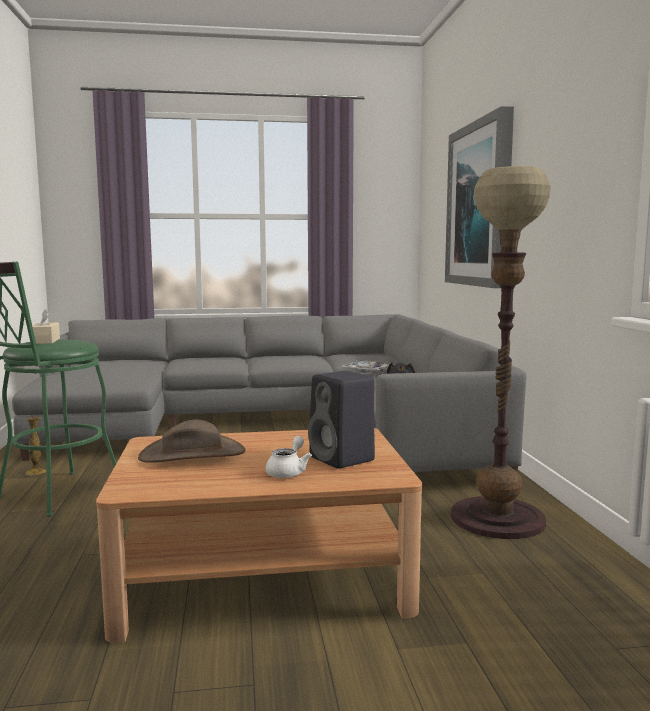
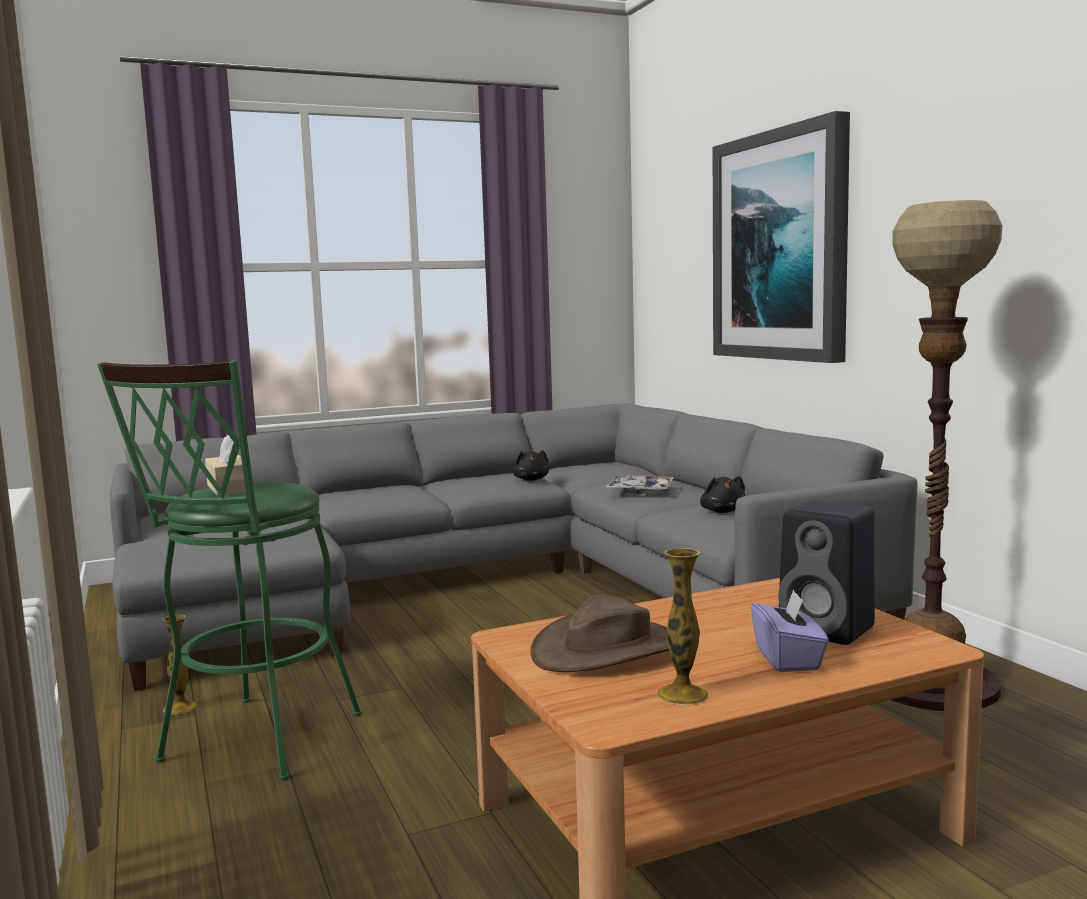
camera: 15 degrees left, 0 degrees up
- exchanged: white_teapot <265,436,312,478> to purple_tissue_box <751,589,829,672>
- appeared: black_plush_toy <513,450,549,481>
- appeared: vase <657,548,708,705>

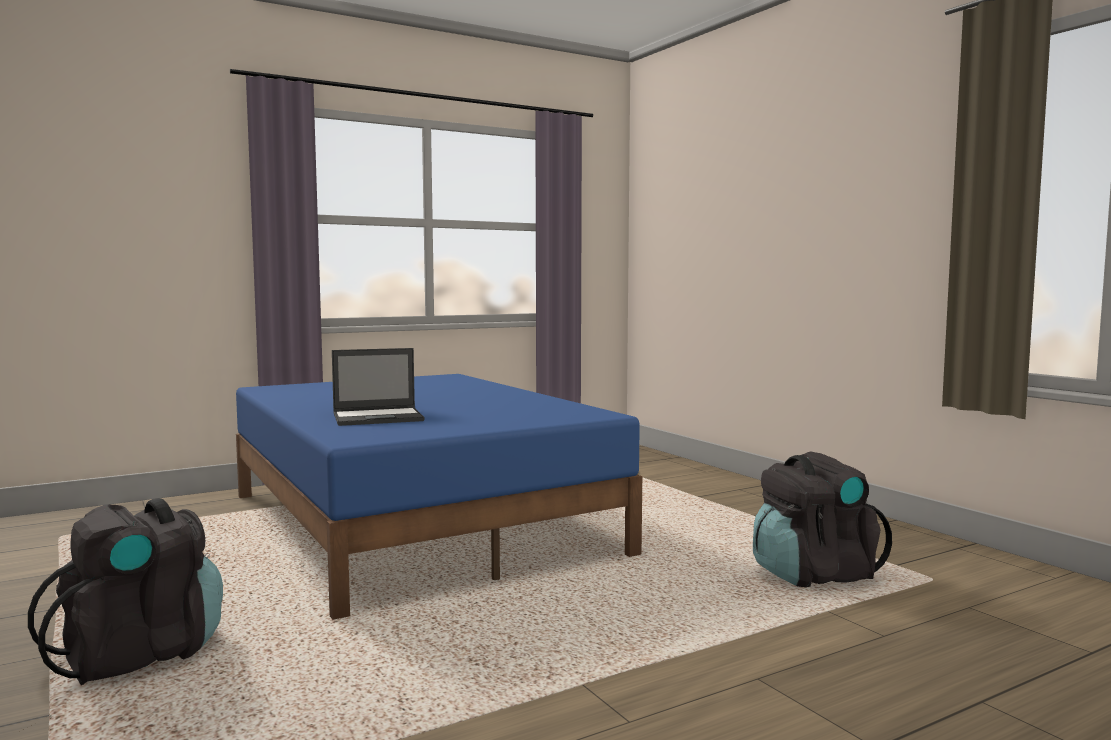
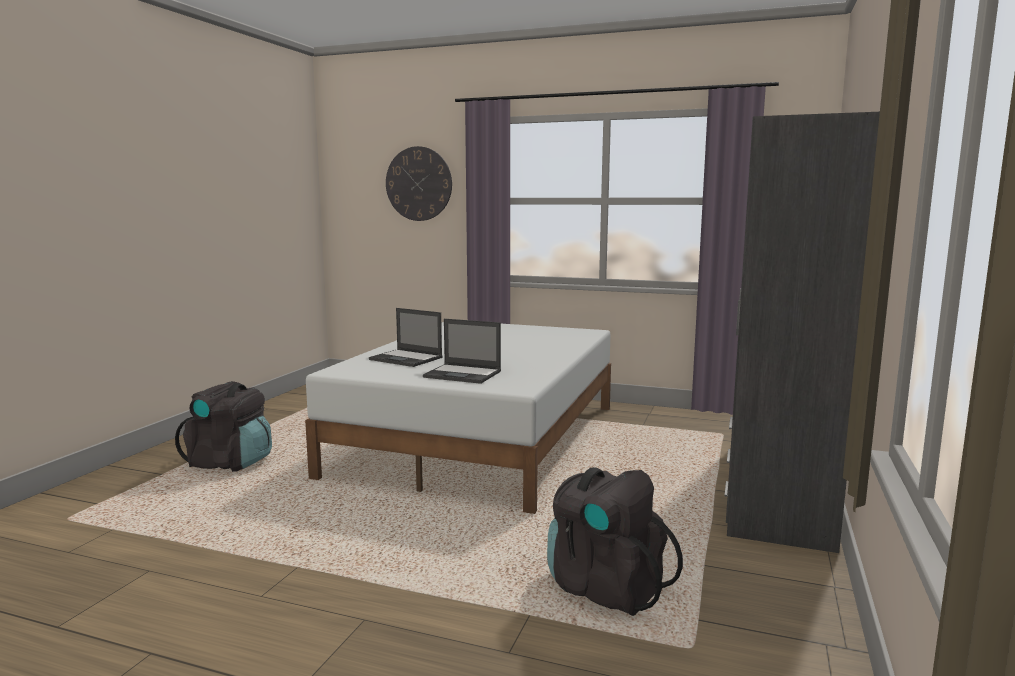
camera: 50 degrees right, 5 degrees up
- colour: blue_bed <236,374,642,620> to white_bed <305,322,611,514>
- appeared: grey_wardrobe <724,112,880,553>
- appeared: wall_clock <386,146,452,221>
- appeared: laptop <423,319,501,384>

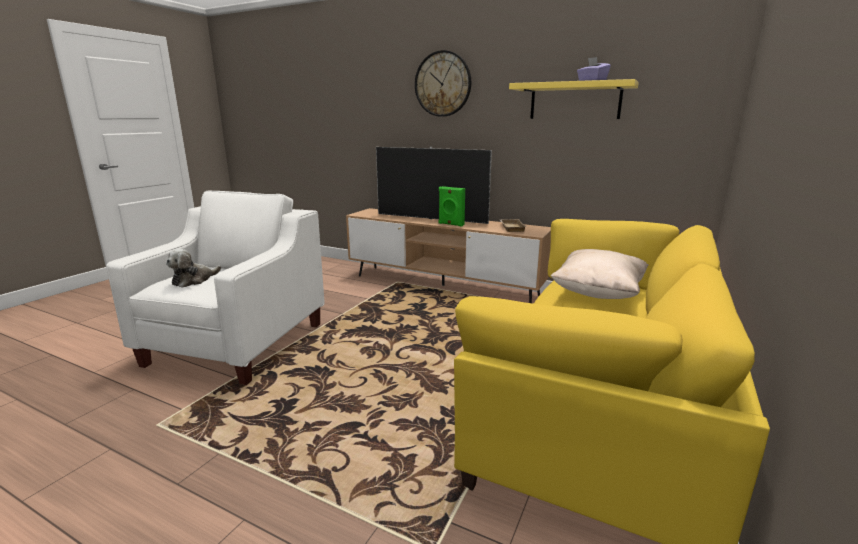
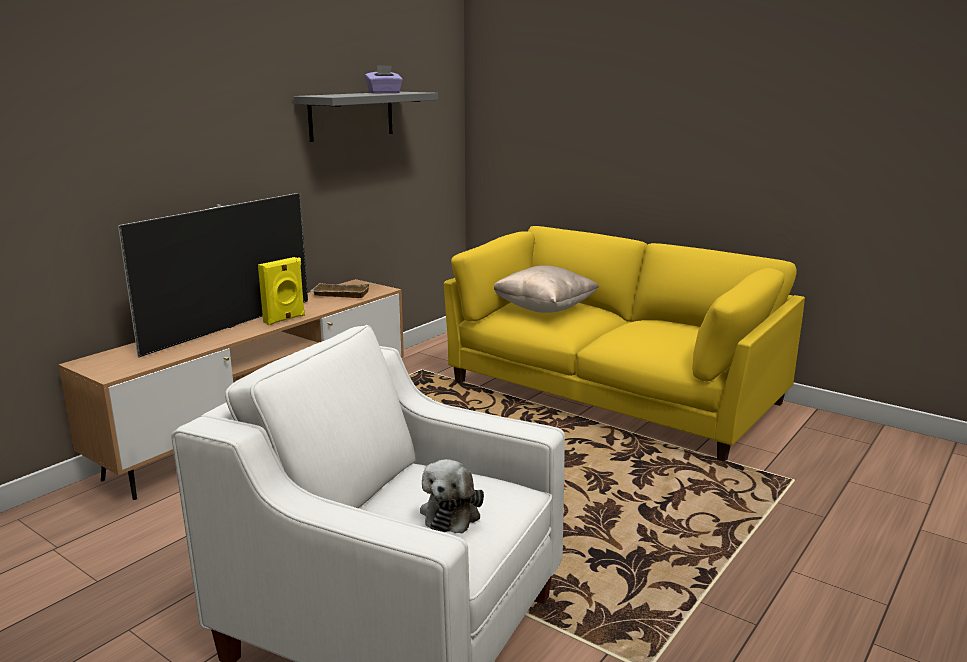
camera: 80 degrees left, 0 degrees up
- missing: wall_clock <415,50,471,117>
- colour: yellow_shelf <509,79,639,119> to grey_shelf <294,92,438,142>
- colour: green_speaker <439,186,465,227> to yellow_speaker <258,257,305,325>
- spun: plush_toy <166,249,221,288> = <420,459,484,534> 60 degrees clockwise

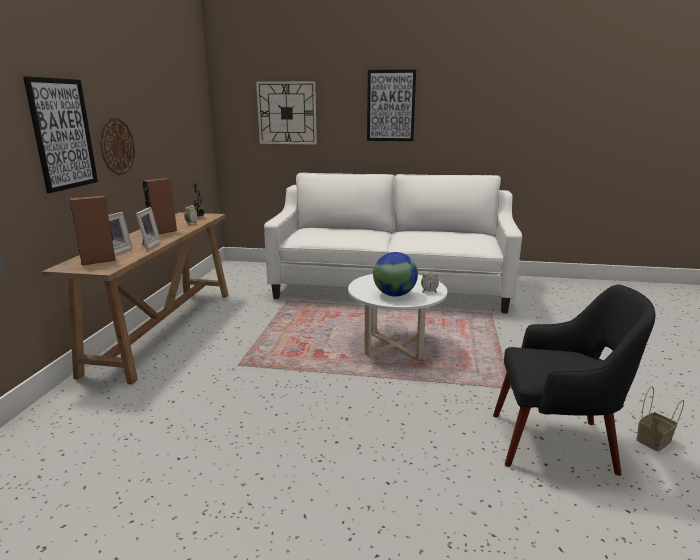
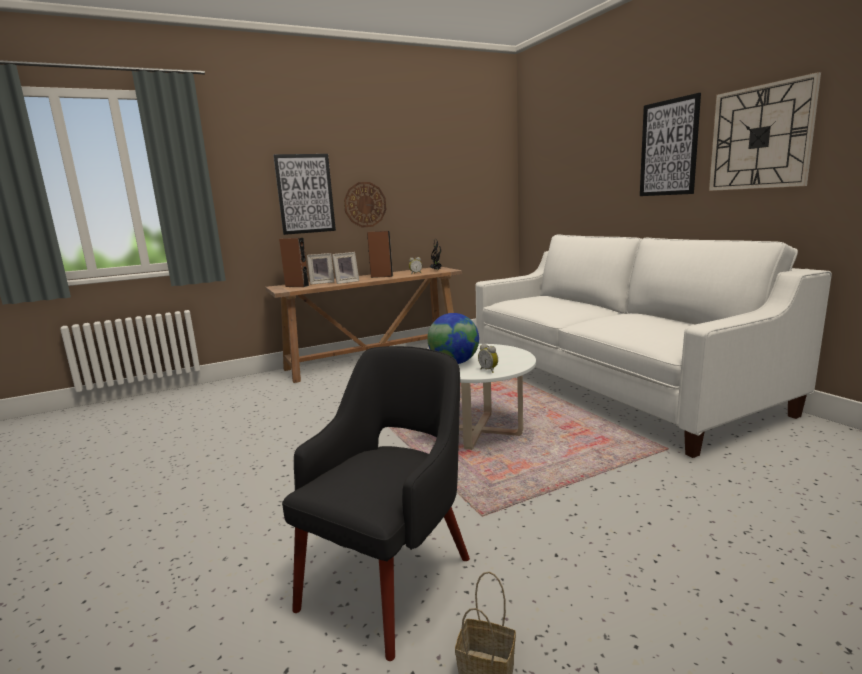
camera: 55 degrees right, 5 degrees down
- relocated: wall_clock <256,81,317,145> to <709,72,821,191>
- spun: black_armchair <493,285,656,476> = <282,346,470,661> 120 degrees counterclockwise

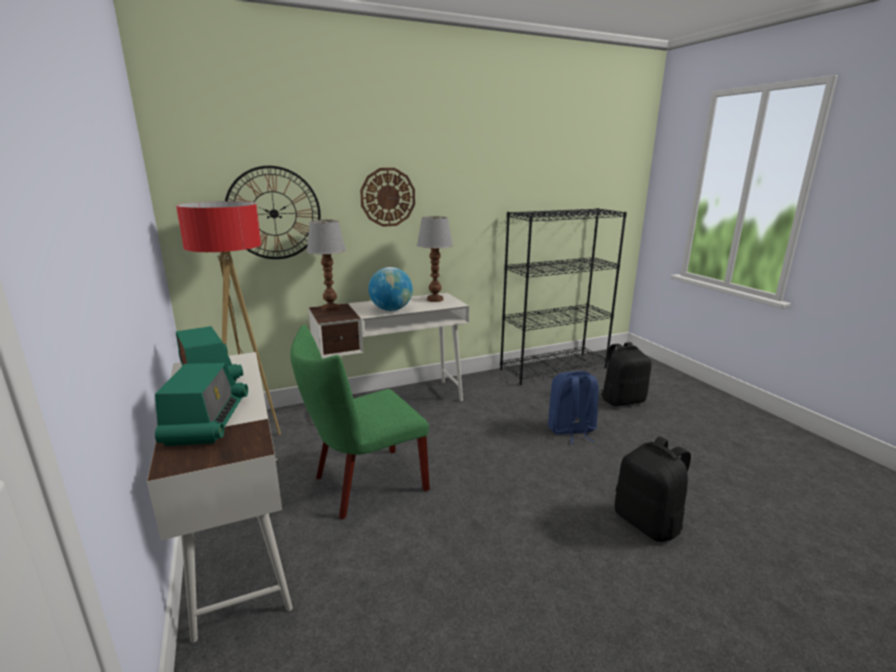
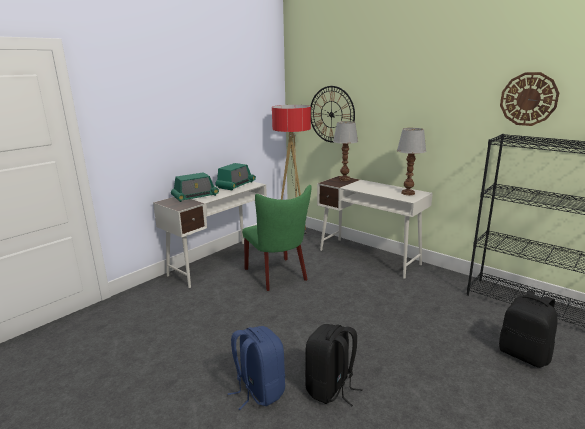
camera: 65 degrees right, 0 degrees up
- relocated: wall_clock <360,168,415,227> to <500,72,559,126>
- missing: globe <369,267,413,311>
- spun: green_chair <290,325,430,519> = <242,185,311,291> 150 degrees counterclockwise
- relocated: blue_backpack <548,371,599,444> to <228,326,285,410>

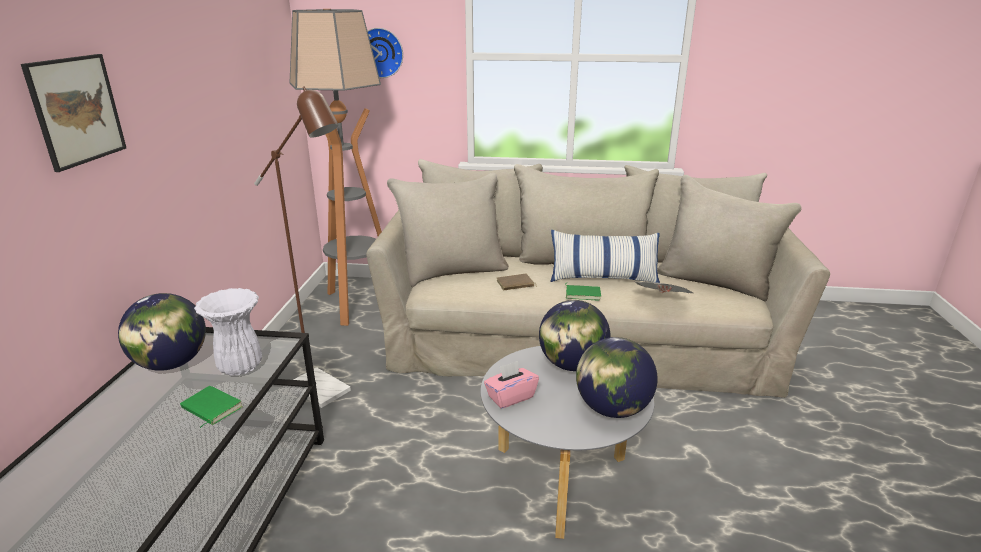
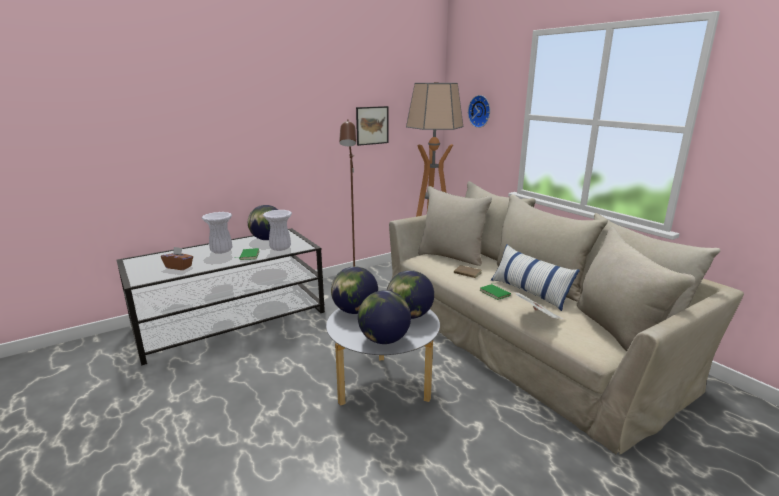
camera: 50 degrees right, 5 degrees down
- relocated: picture <21,54,126,172> to <356,106,388,146>
- exchanged: pink_tissue_box <484,361,539,409> to globe <331,266,378,314>
- appeared: white_vase <202,212,232,254>
- appeared: brown_tissue_box <161,247,193,270>

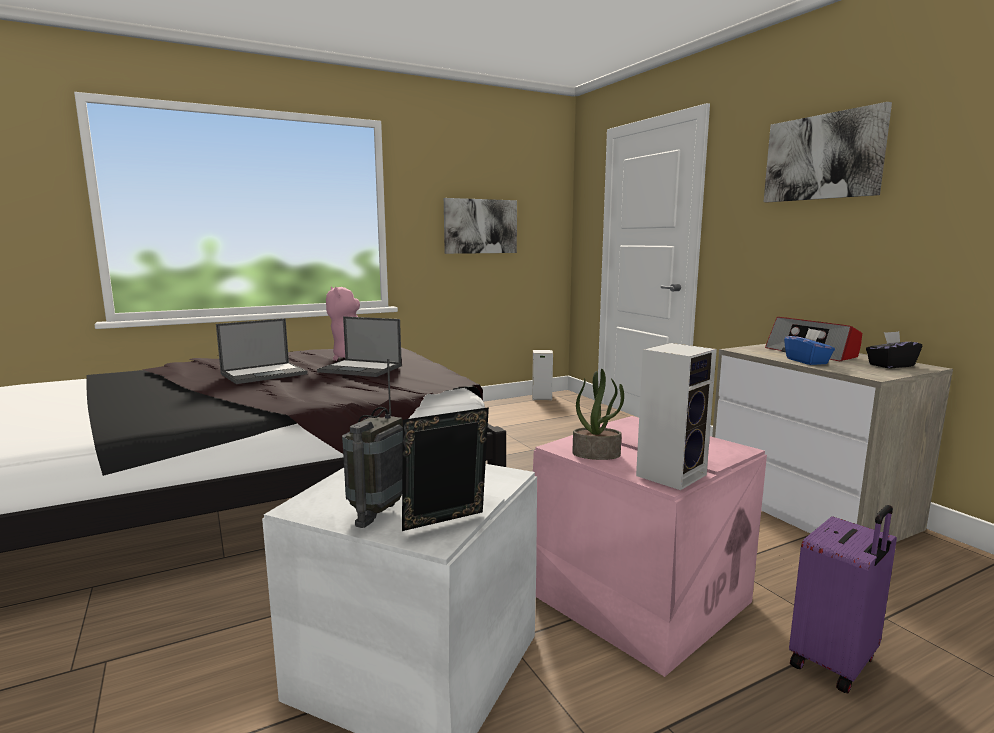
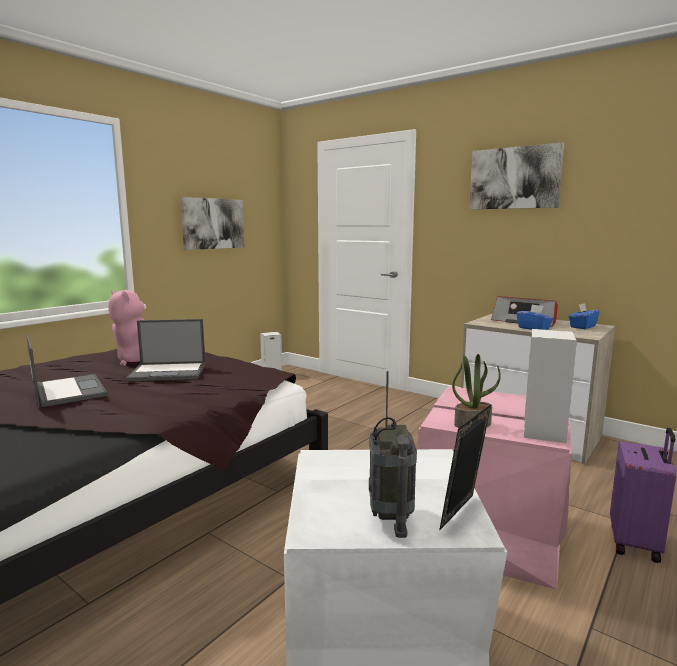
camera: 25 degrees left, 0 degrees up
- spun: laptop <216,318,308,384> = <26,334,107,408> 60 degrees counterclockwise
- colour: black_tissue_box <866,331,922,368> to blue_tissue_box <568,303,599,329>

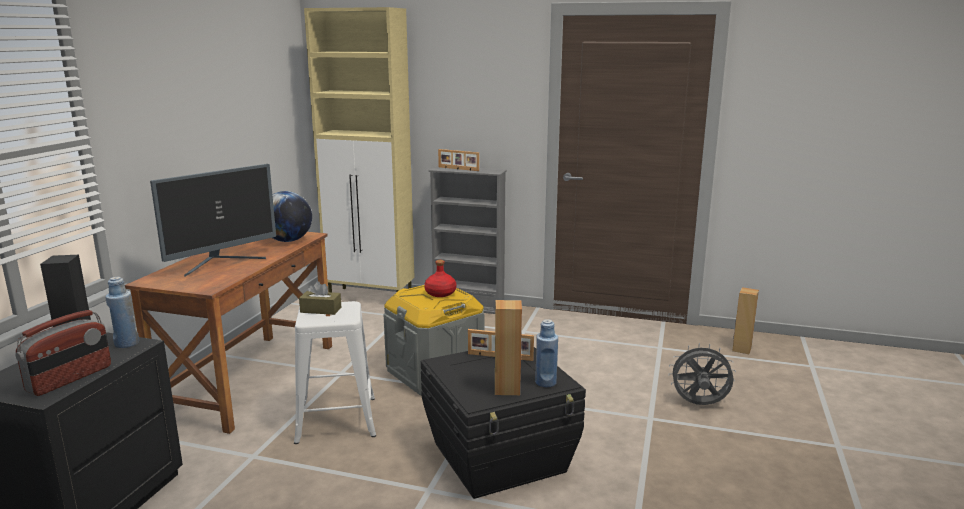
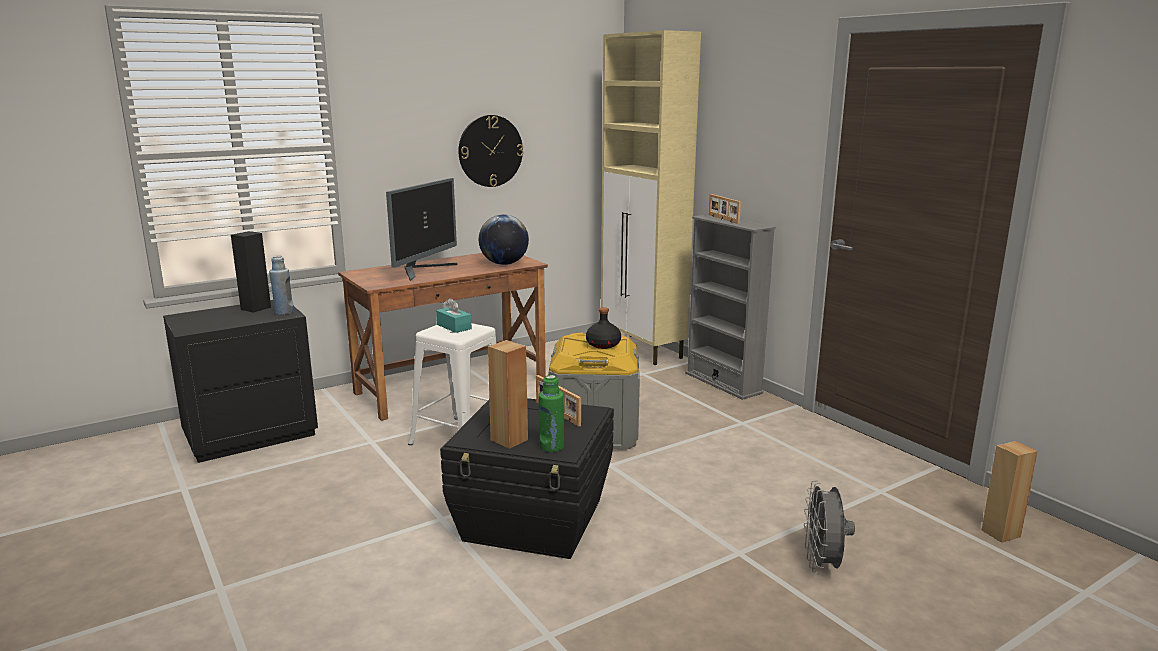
camera: 40 degrees right, 0 degrees up
- spun: monitor <150,164,276,277> = <386,178,458,281> 60 degrees counterclockwise
- colour: red_bottle <424,260,456,297> to black_bottle <586,307,621,349>
- colour: brown_tissue_box <299,281,341,315> to turquoise_tissue_box <436,298,472,333>
- missing: radio <15,310,111,396>
- colour: blue_bottle <535,319,558,387> to green_bottle <538,375,564,452>
- spun: grey_fan <668,343,736,405> = <804,480,855,573> 135 degrees counterclockwise
- appeared: wall_clock <458,115,523,187>

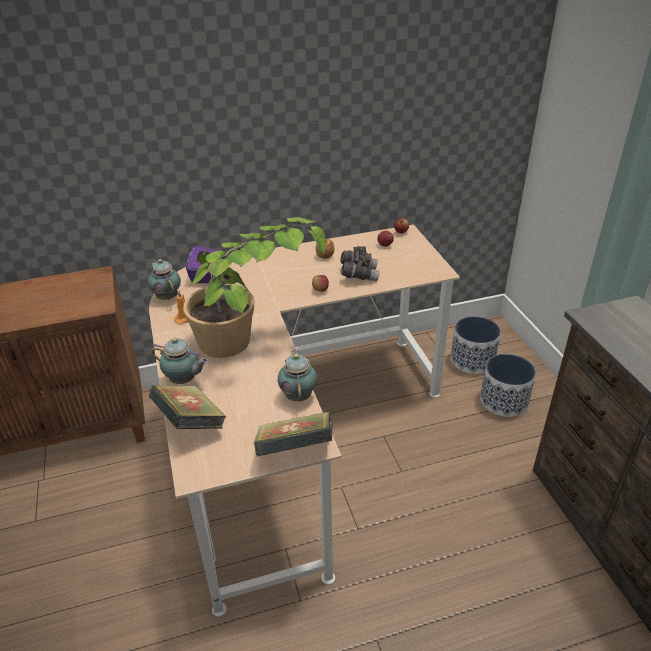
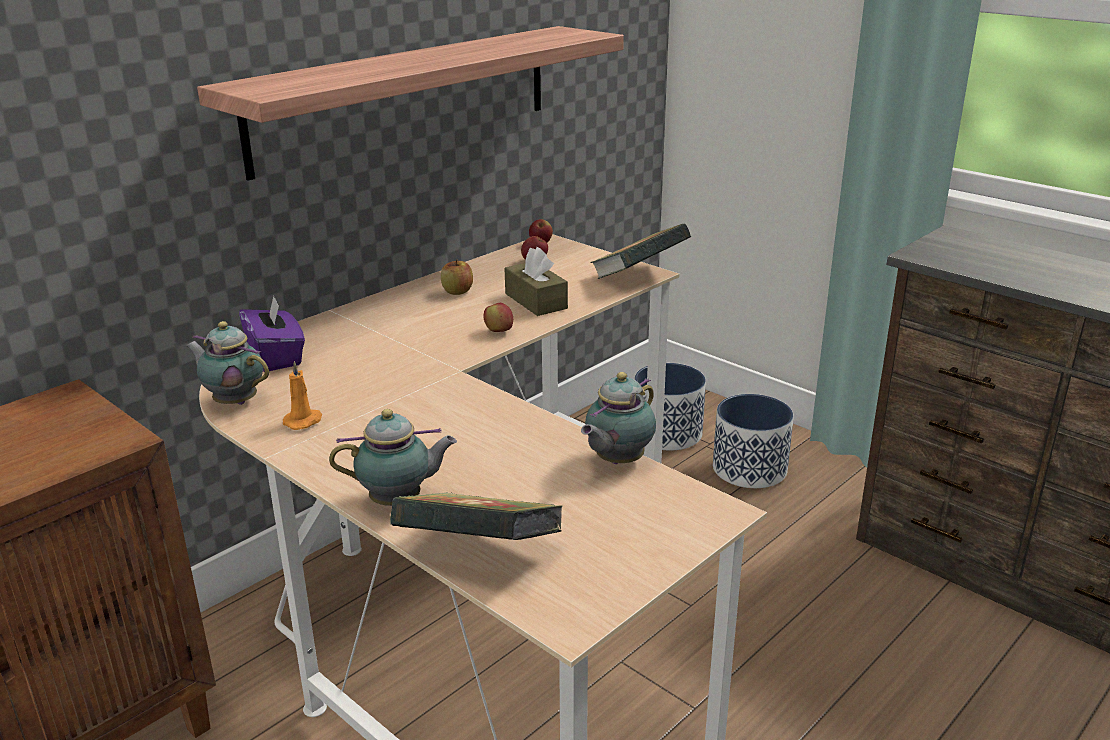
camera: 30 degrees left, 10 degrees down
- missing: potted_plant <183,217,325,358>
- exchanged: grey_binoculars <340,246,379,282> to brown_tissue_box <504,247,568,316>
- spun: teapot <278,349,317,402> = <581,372,656,464> 105 degrees counterclockwise
- relocated: book <254,412,332,457> to <590,223,691,279>
- appeared: shelf <197,26,624,181>

